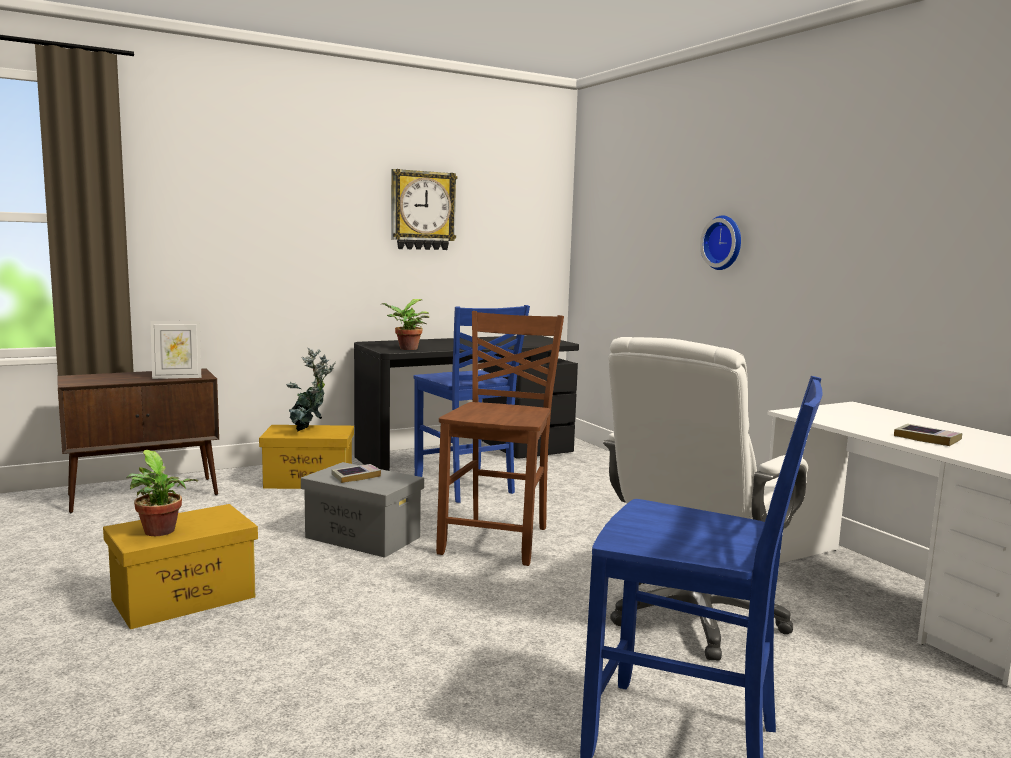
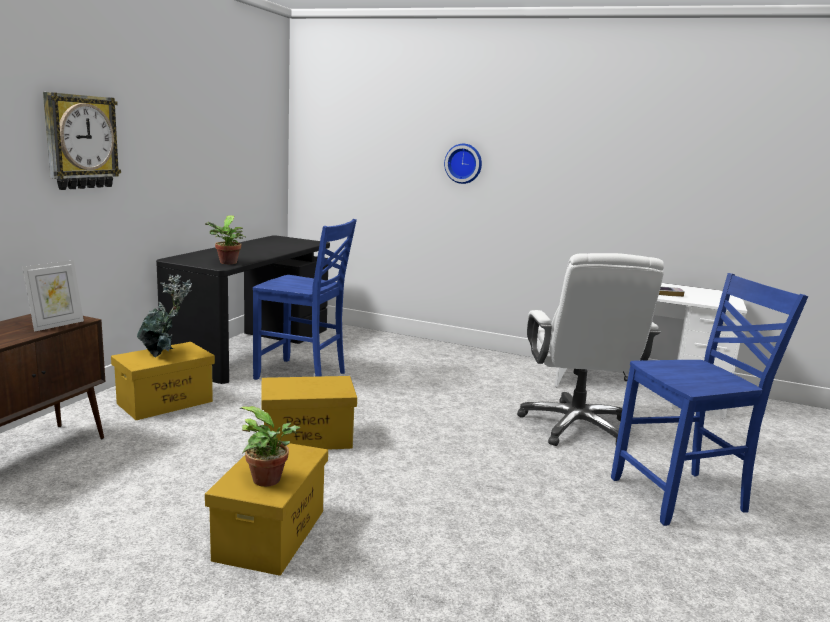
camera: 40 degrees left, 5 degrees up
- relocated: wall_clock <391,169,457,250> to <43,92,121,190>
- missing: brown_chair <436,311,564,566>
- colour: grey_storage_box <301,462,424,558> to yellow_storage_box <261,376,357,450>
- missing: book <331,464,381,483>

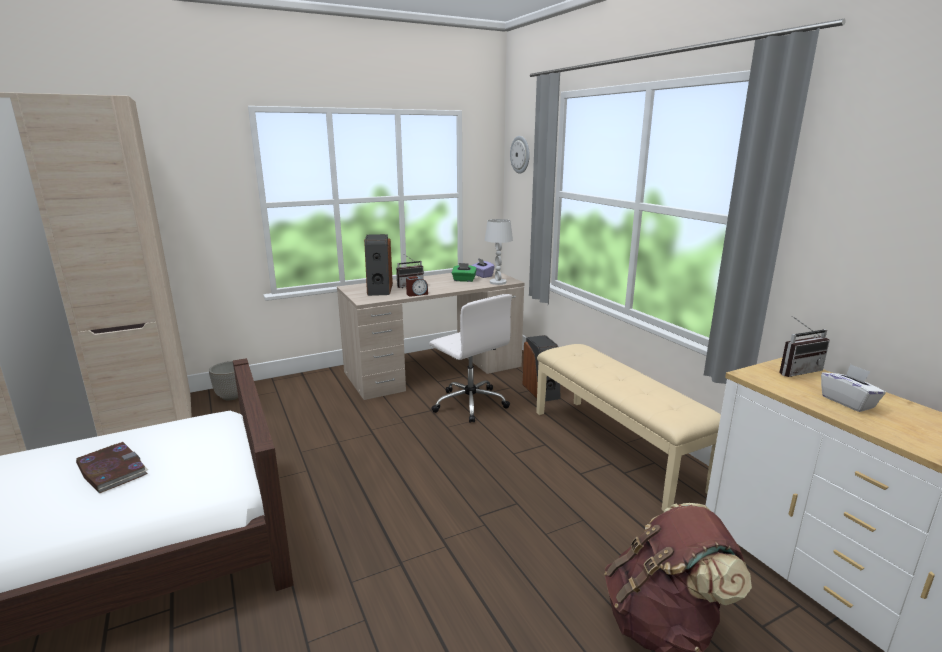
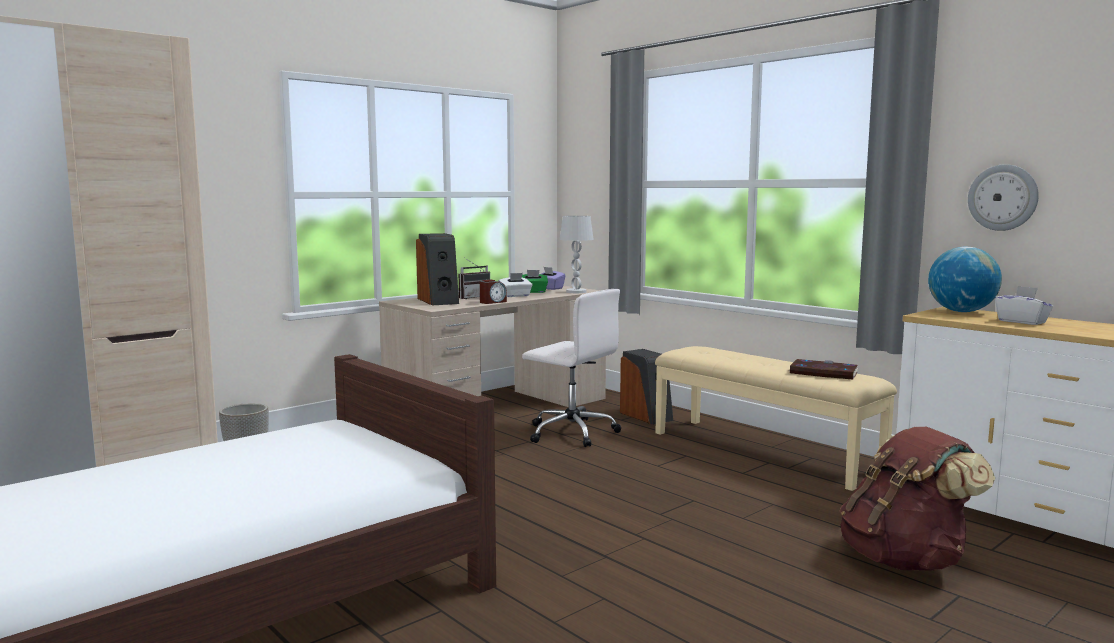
camera: 15 degrees left, 10 degrees down
- relocated: wall_clock <510,136,530,174> to <968,164,1039,231>
- exchanged: radio <779,316,830,377> to globe <928,247,1002,312>
- relocated: book <76,442,148,493> to <789,359,858,379>
- appeared: white_tissue_box <499,273,532,297>

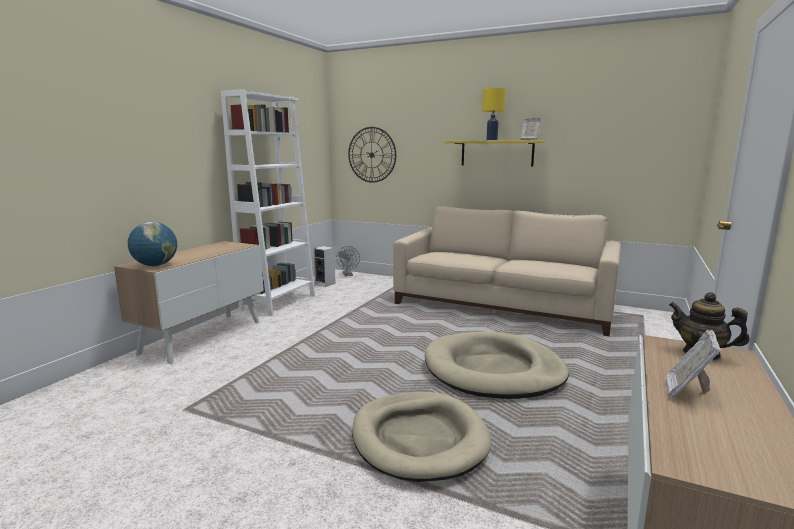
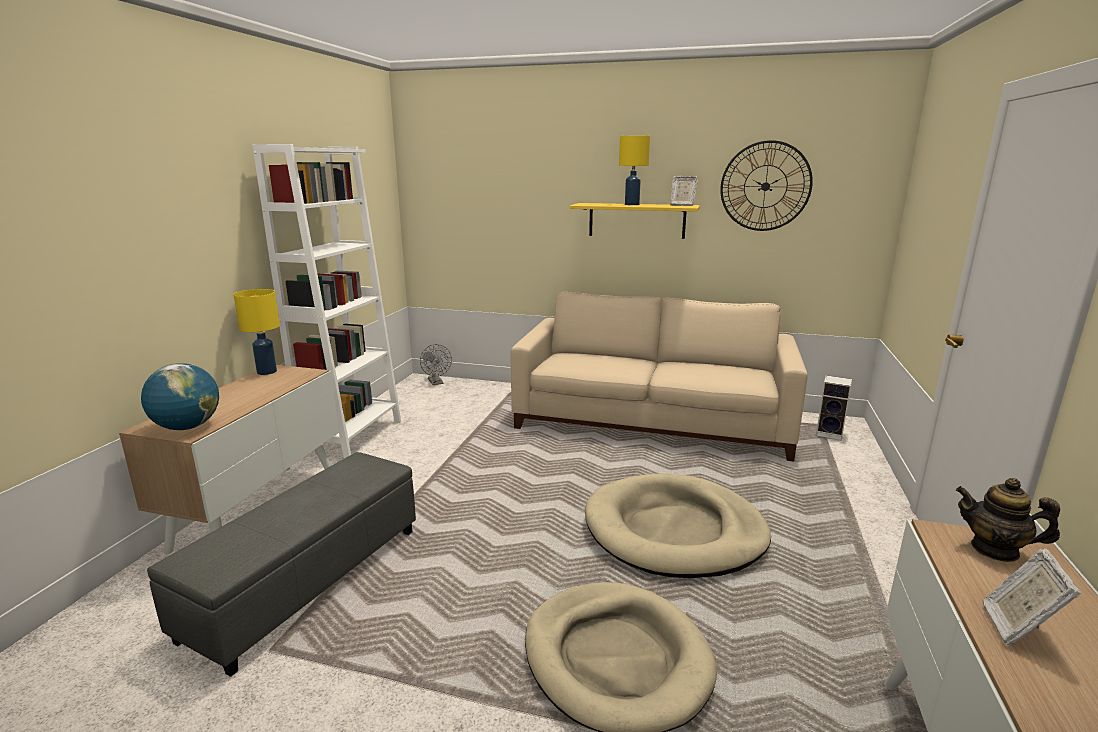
camera: 10 degrees left, 5 degrees up
- relocated: wall_clock <348,127,396,183> to <720,140,813,231>
- relocated: speaker <313,246,336,287> to <816,375,852,441>
- appeared: yellow_table_lamp <233,289,280,375>
- appeared: grey_ottoman <147,452,416,677>

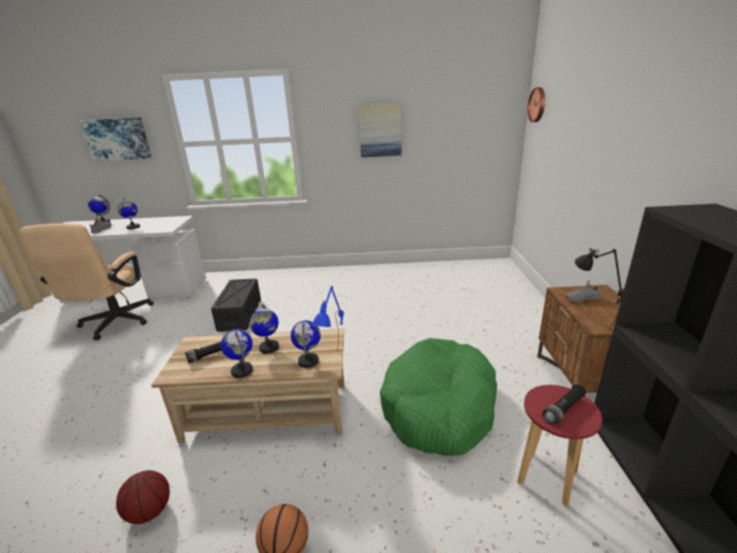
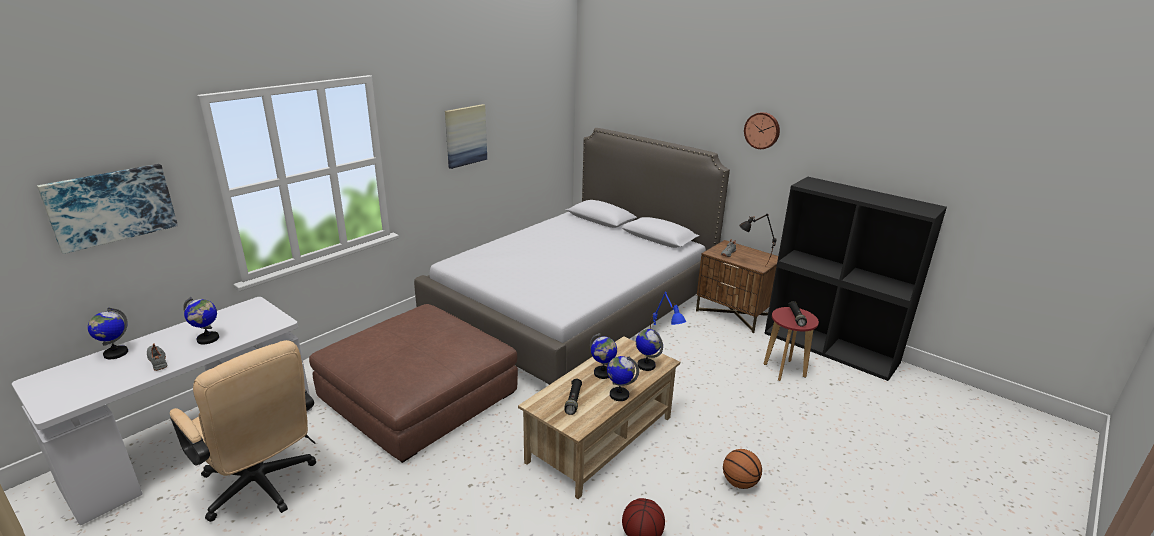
camera: 50 degrees left, 0 degrees up
- relocated: wall_clock <528,87,545,122> to <744,112,780,149>
- exchanged: black_storage_box <211,279,261,332> to brown_ottoman <309,304,518,463>
- missing: green_dog_bed <380,338,497,456>
- appeared: bed <414,128,730,385>

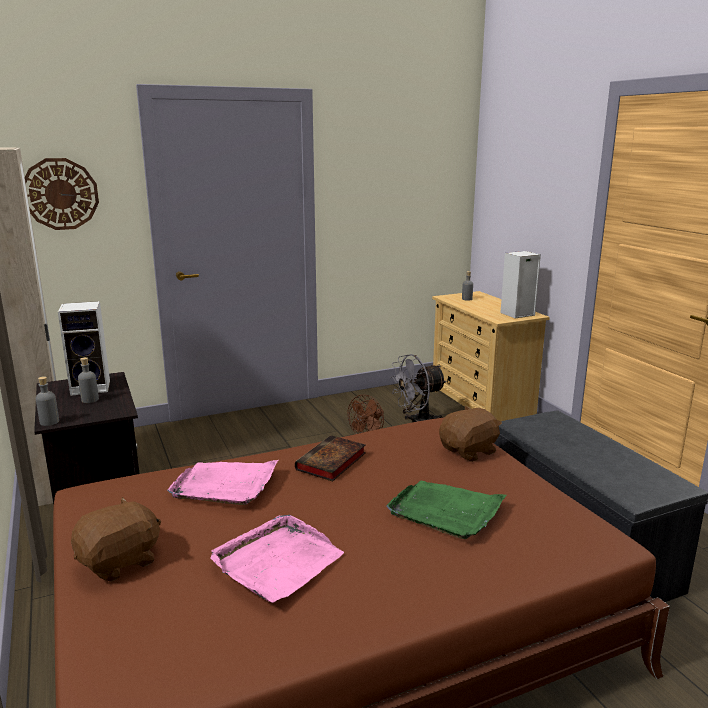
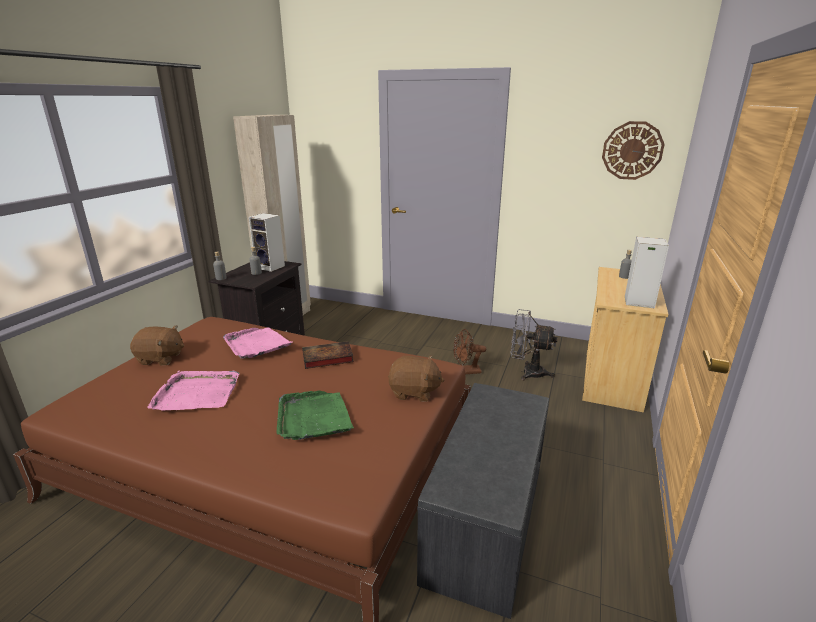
camera: 45 degrees right, 5 degrees up
- relocated: wall_clock <25,158,99,230> to <602,121,665,180>

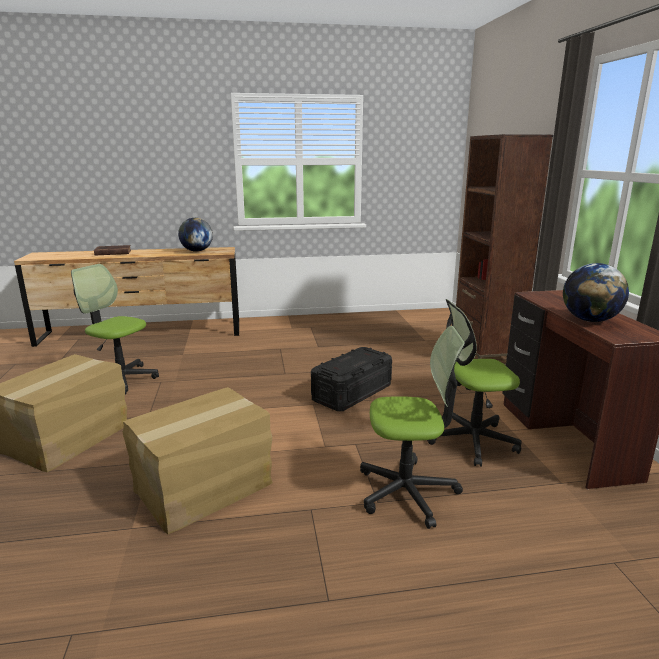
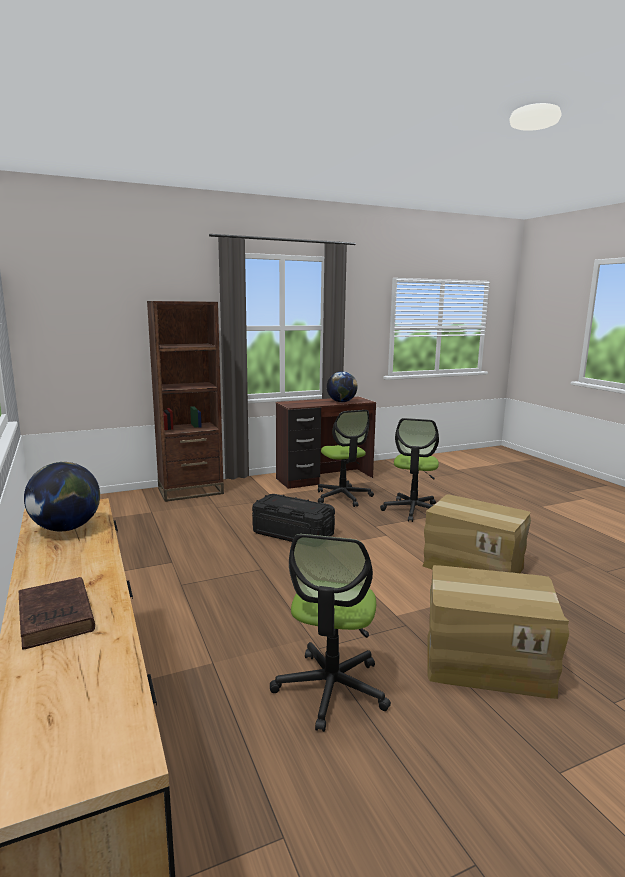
camera: 105 degrees left, 5 degrees down
- spun: office_chair <360,326,465,529> = <380,418,439,522> 150 degrees counterclockwise

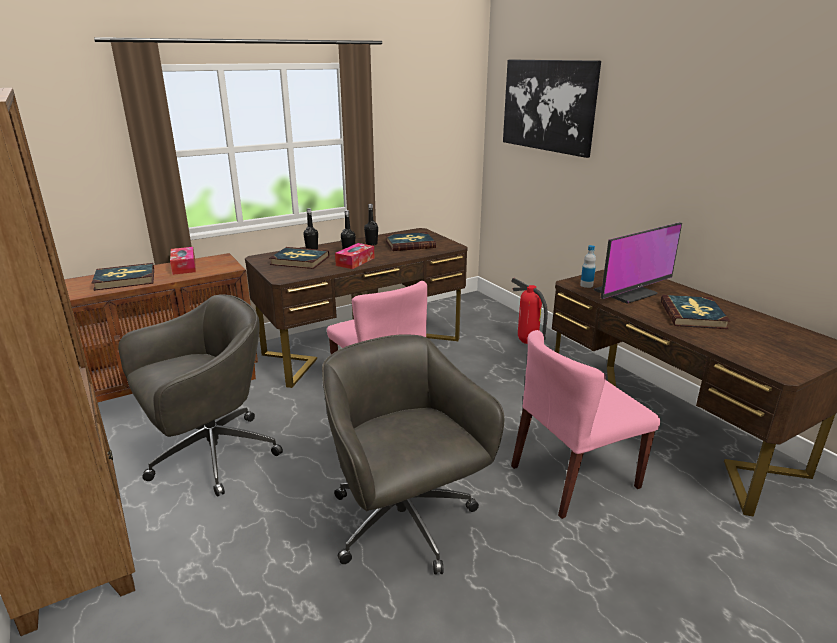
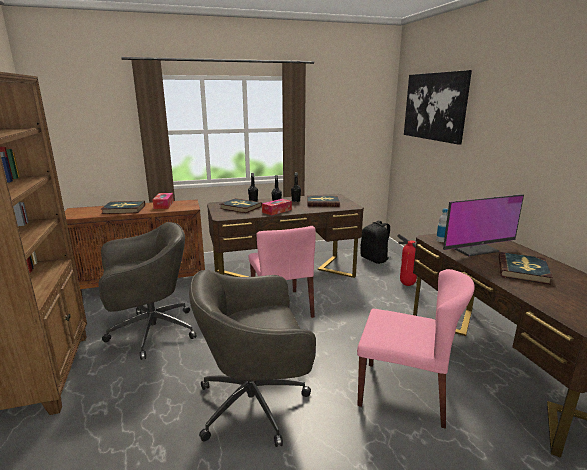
camera: 15 degrees right, 5 degrees down
- spun: pink_chair <511,330,660,519> = <357,269,475,429> 150 degrees counterclockwise
- spun: grey_office_chair <322,334,504,574> = <189,270,316,447> 90 degrees counterclockwise
- appeared: black_backpack <360,221,390,264>

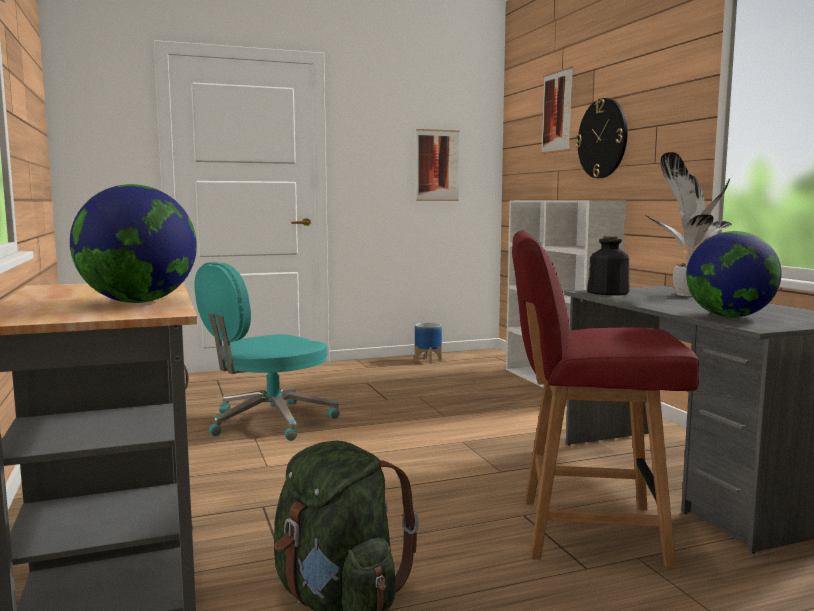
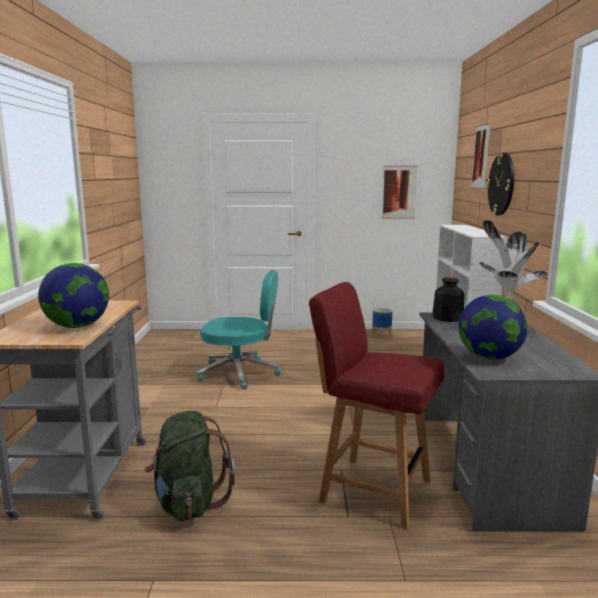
camera: 20 degrees right, 5 degrees up
- spun: turquoise_office_chair <195,262,340,441> = <197,270,282,390> 150 degrees counterclockwise

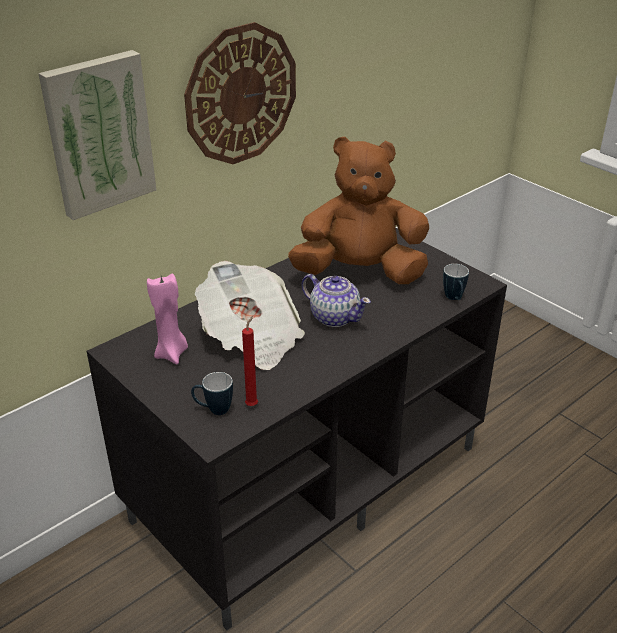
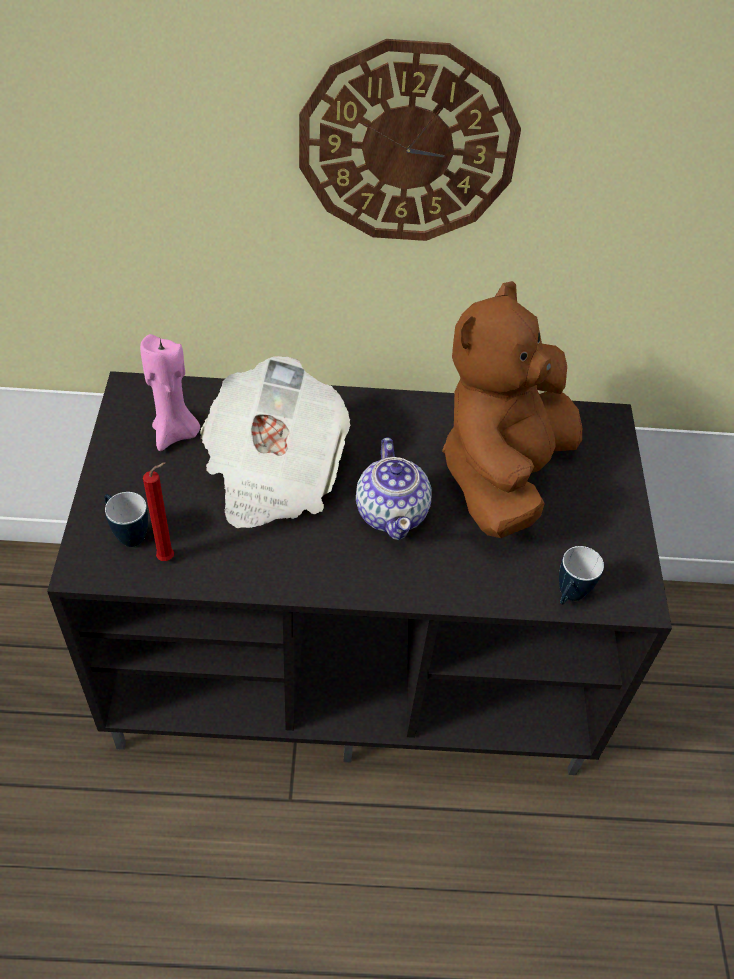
camera: 40 degrees right, 15 degrees up
- missing: picture <38,50,156,220>
- spun: brown_plush_toy <288,136,429,284> = <442,281,582,538> 105 degrees counterclockwise

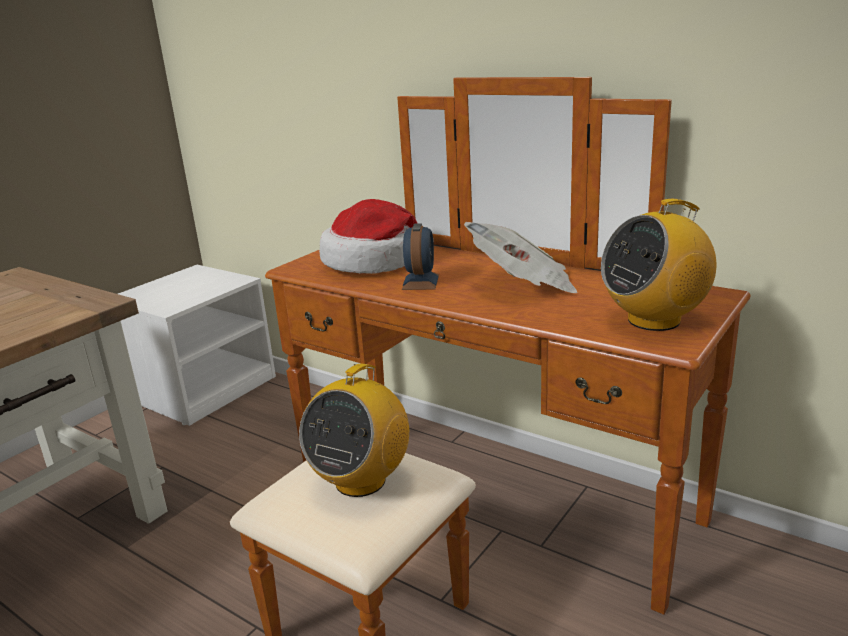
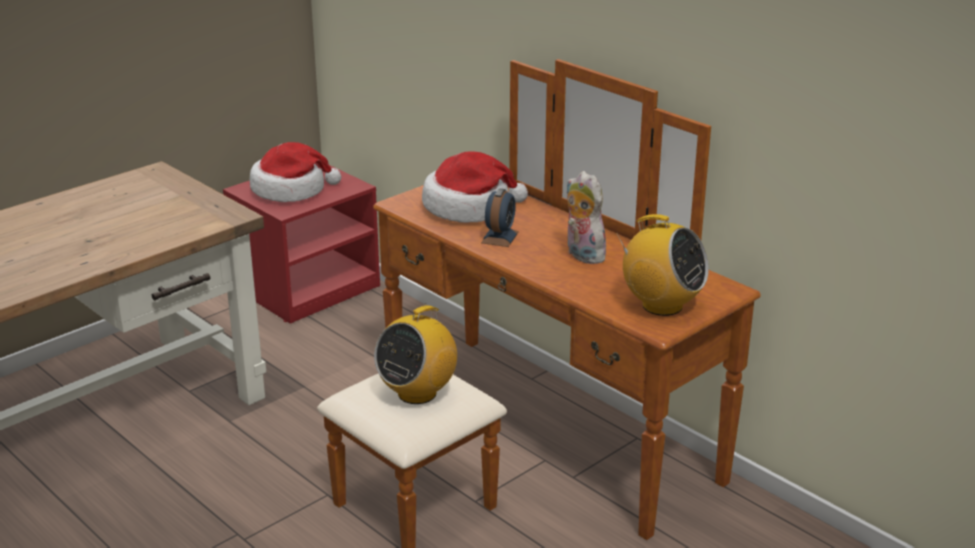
camera: 10 degrees right, 5 degrees up
- spun: radio <601,199,717,331> = <617,214,709,316> 135 degrees counterclockwise
- exchanged: newspaper <464,222,578,293> to plush_toy <566,171,606,264>
- colour: white_nightstand <118,265,276,426> to red_nightstand <223,164,380,324>
- appeared: hat <250,142,341,202>

